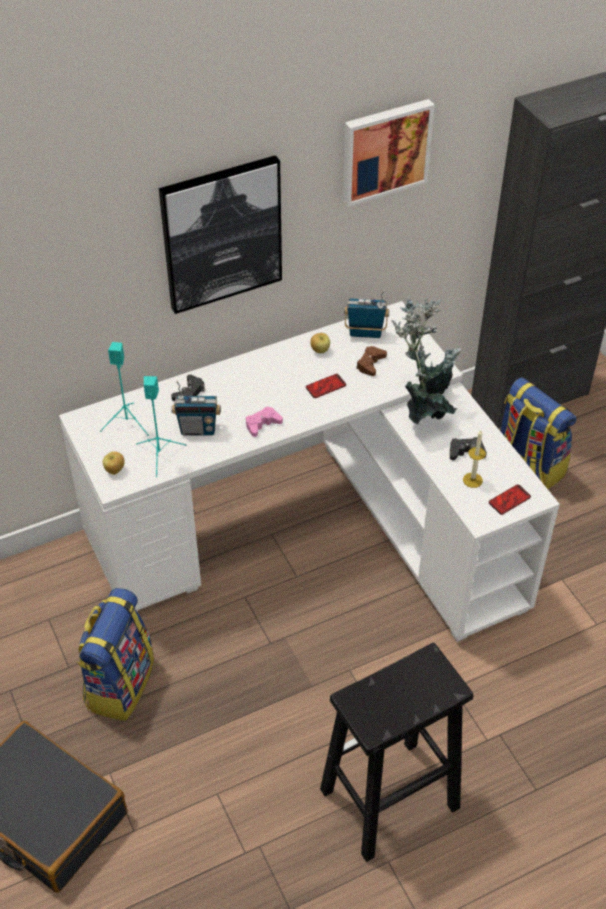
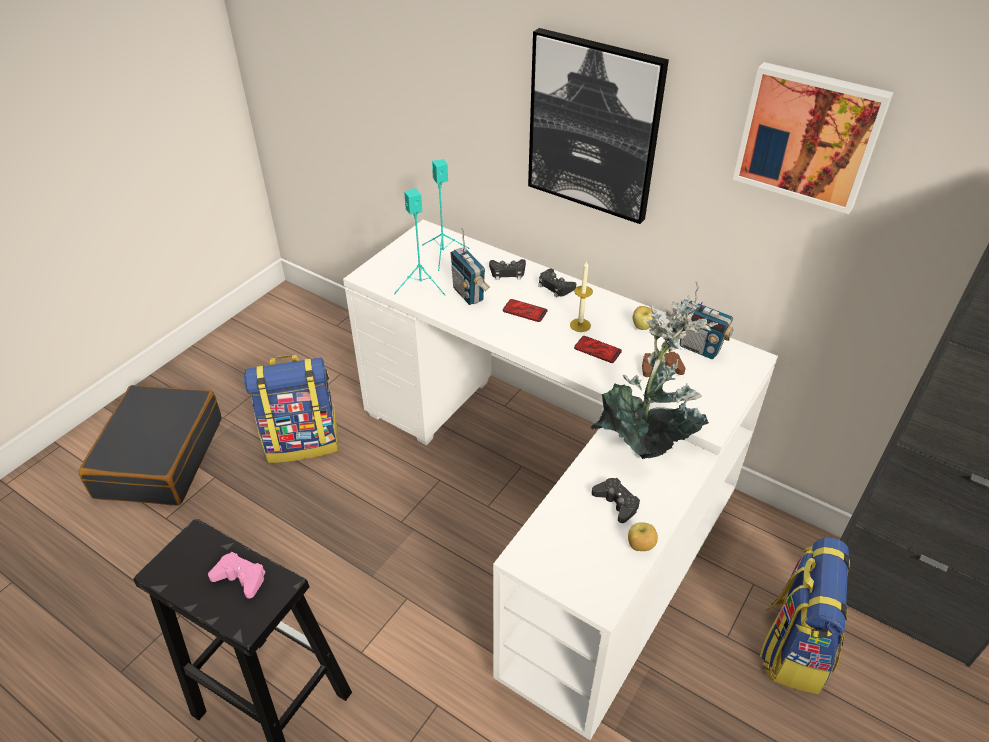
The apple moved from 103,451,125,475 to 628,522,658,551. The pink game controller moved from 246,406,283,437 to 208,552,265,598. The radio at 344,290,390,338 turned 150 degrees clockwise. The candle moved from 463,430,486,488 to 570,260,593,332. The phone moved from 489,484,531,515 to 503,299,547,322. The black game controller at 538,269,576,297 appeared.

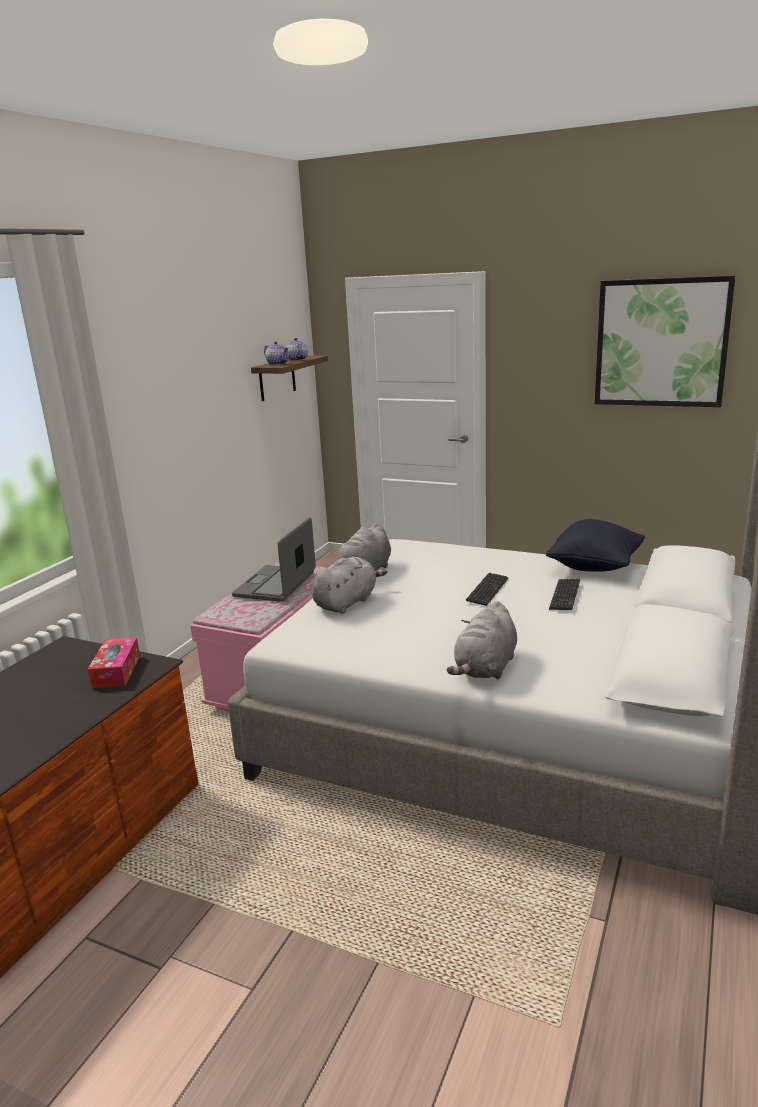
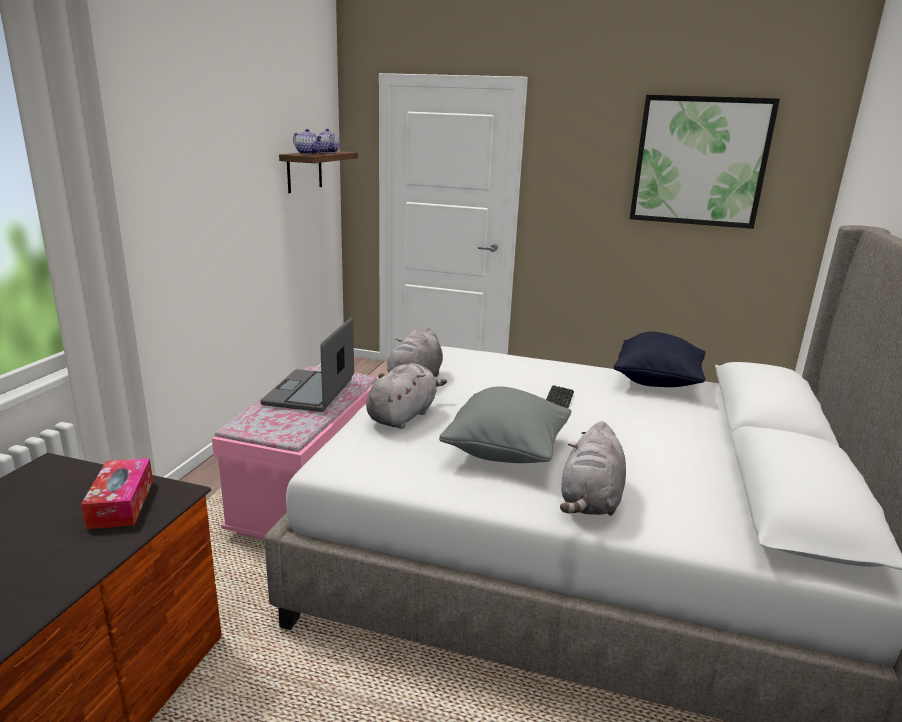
The keyboard at 549,579,580,610 disappeared. The grey pillow at 439,386,571,463 appeared.

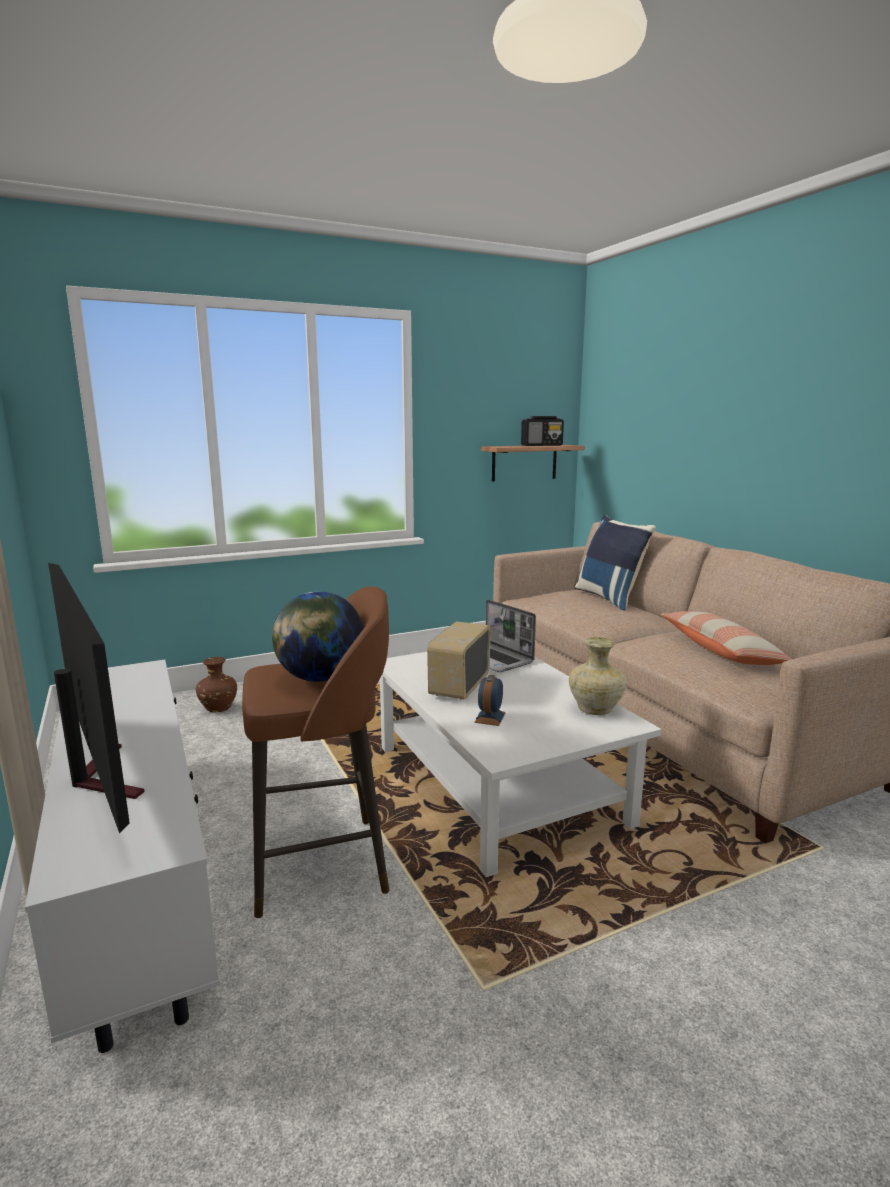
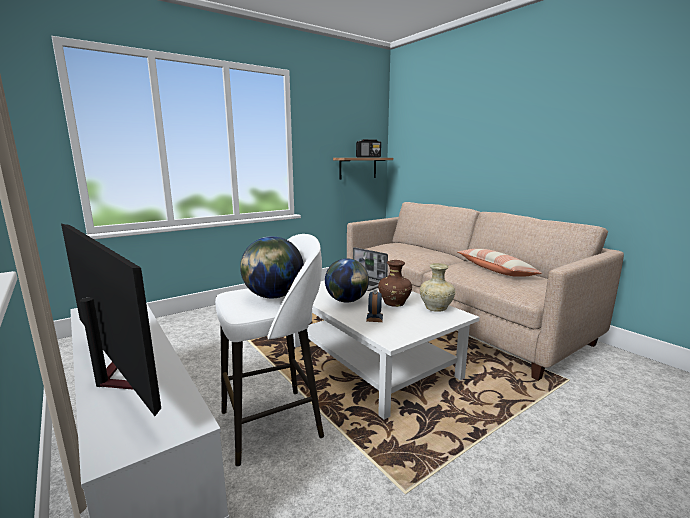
The brown vase moved from 196,657,237,712 to 378,260,412,307. The brown stool at 242,586,389,918 became the white stool at 215,234,324,466. The radio at 427,621,491,700 was replaced by the globe at 325,258,369,303. The blue pillow at 575,515,656,611 disappeared.

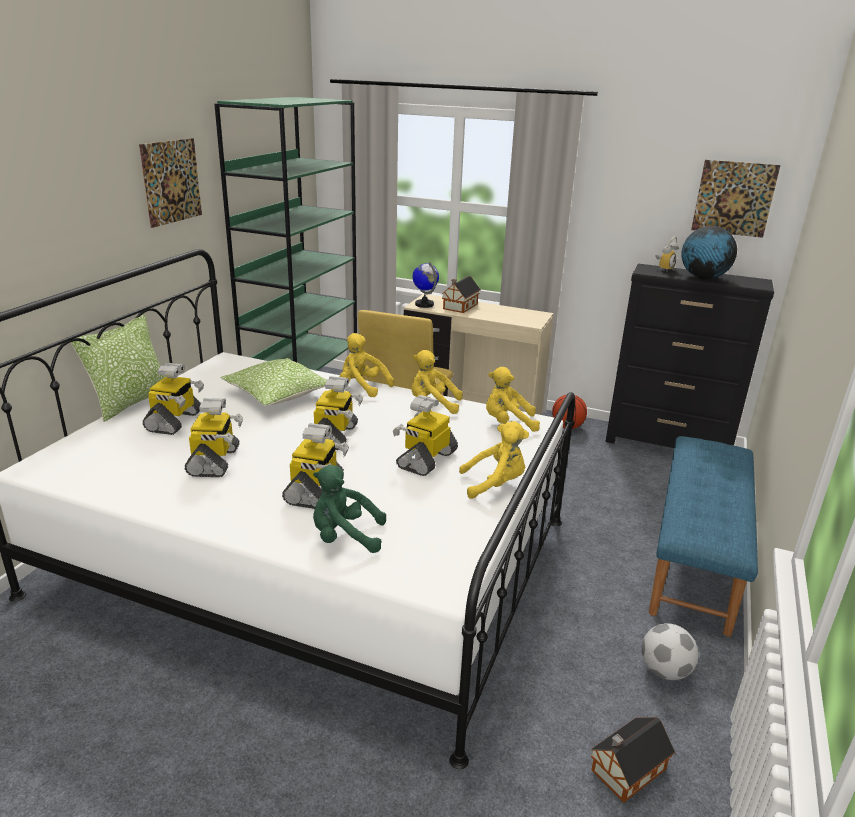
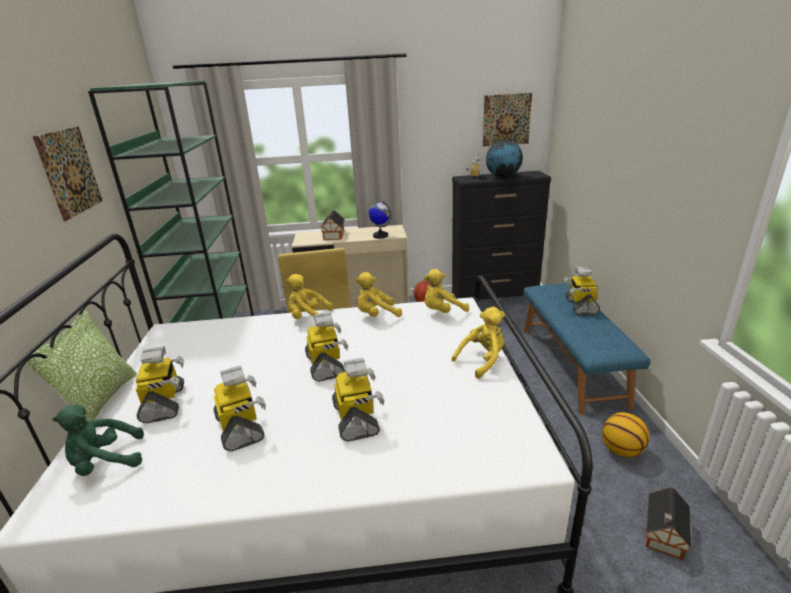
The pillow at 221,358,327,406 disappeared. The green plush toy moved from 313,465,386,553 to 52,404,144,476. The toy robot moved from 393,395,458,476 to 563,267,600,315. The globe moved from 412,262,439,308 to 369,201,392,239. The football at 642,623,698,680 was replaced by the basketball at 602,412,649,457.

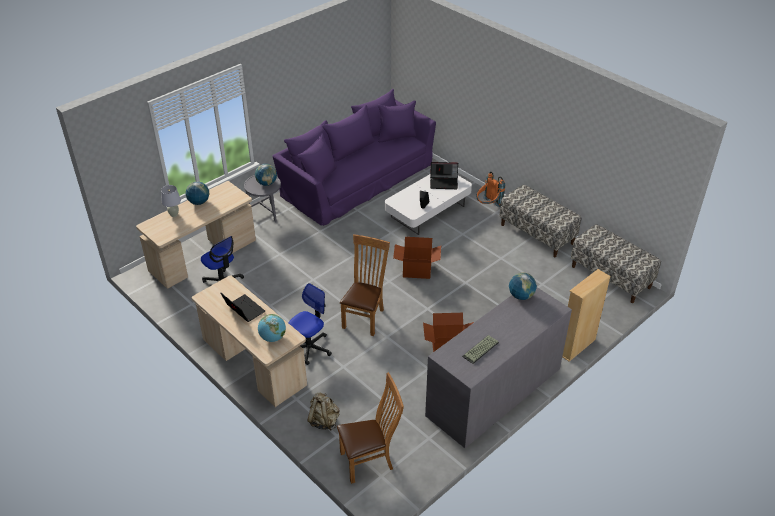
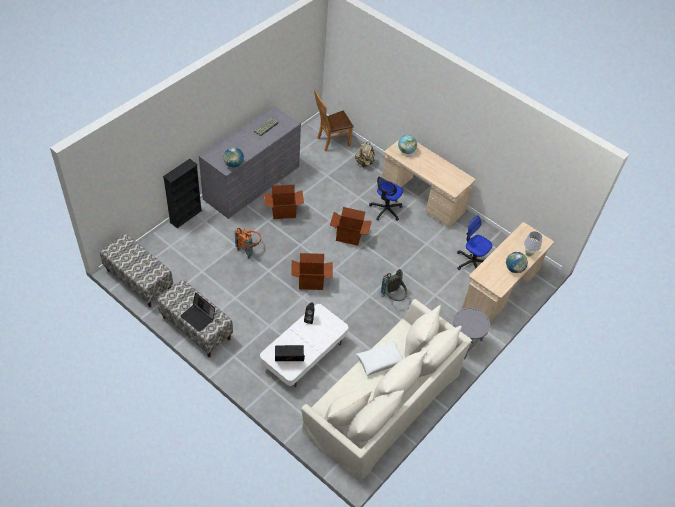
The laptop moved from 220,292,265,322 to 180,292,215,332. The globe at 255,164,277,186 disappeared. The purple sofa at 272,89,436,226 became the beige sofa at 301,299,472,480. The brown chair at 340,234,390,336 was replaced by the cardboard box at 330,207,372,246. The orange backpack moved from 476,172,505,207 to 235,228,261,258. The beige bookcase at 562,269,611,362 became the black bookcase at 163,159,202,228. The white pillow at 356,341,403,376 appeared. The grey backpack at 379,269,407,301 appeared.

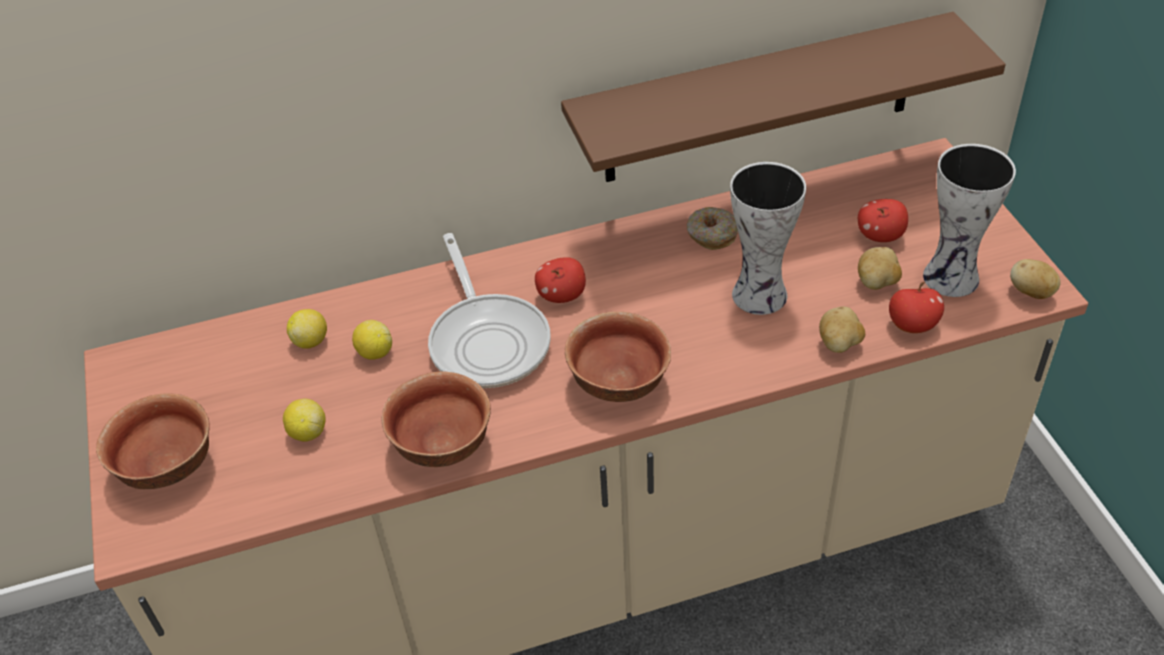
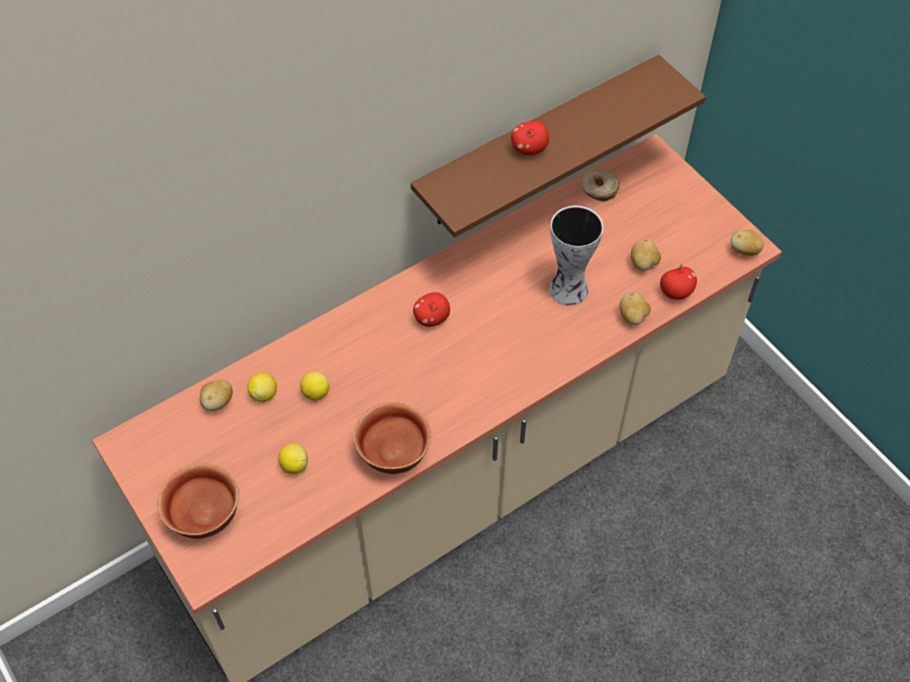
The frying pan at 428,233,551,388 disappeared. The bowl at 565,312,671,402 disappeared. The donut moved from 687,207,738,250 to 582,170,620,202. The apple moved from 858,199,908,242 to 511,121,549,155. The vase at 923,144,1016,297 disappeared. The potato at 200,379,233,411 appeared.

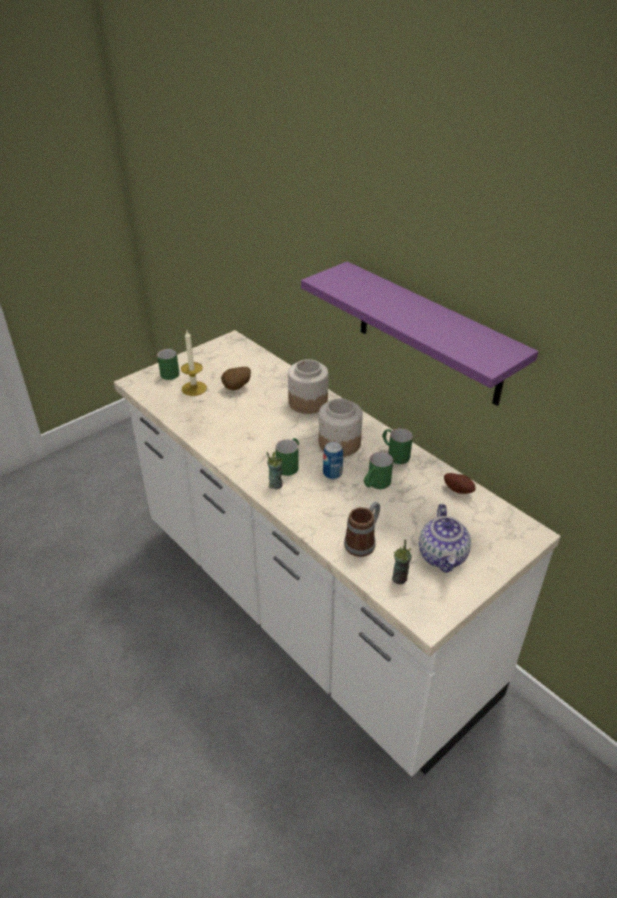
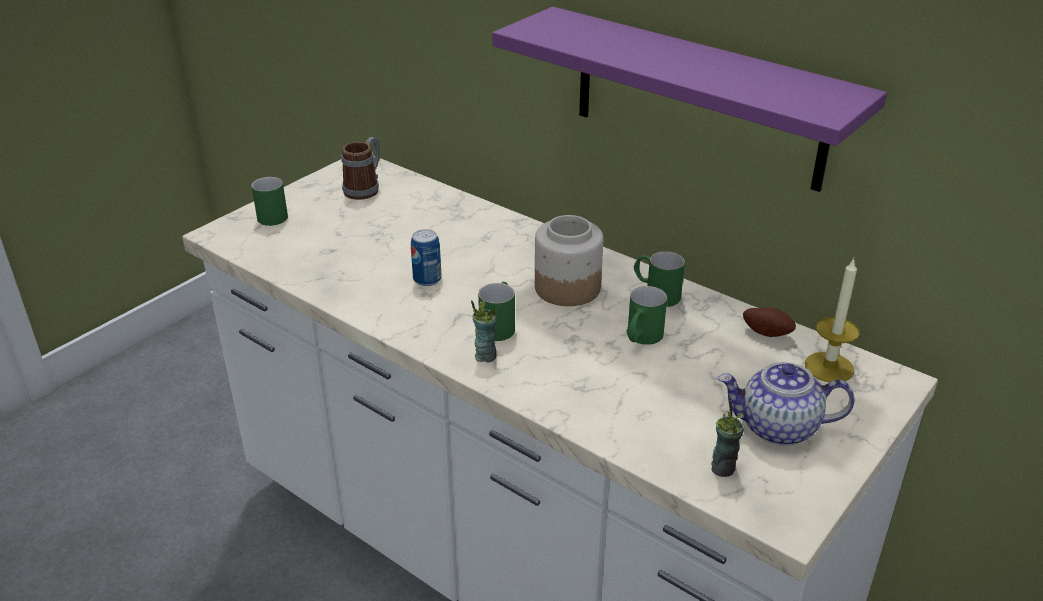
The candle moved from 181,331,207,396 to 805,258,860,382. The potato at 221,367,251,390 disappeared. The jar at 288,359,328,414 disappeared. The can moved from 323,442,343,479 to 411,229,442,286. The mug moved from 344,502,380,557 to 341,137,380,200. The teapot at 419,504,471,573 turned 105 degrees clockwise.

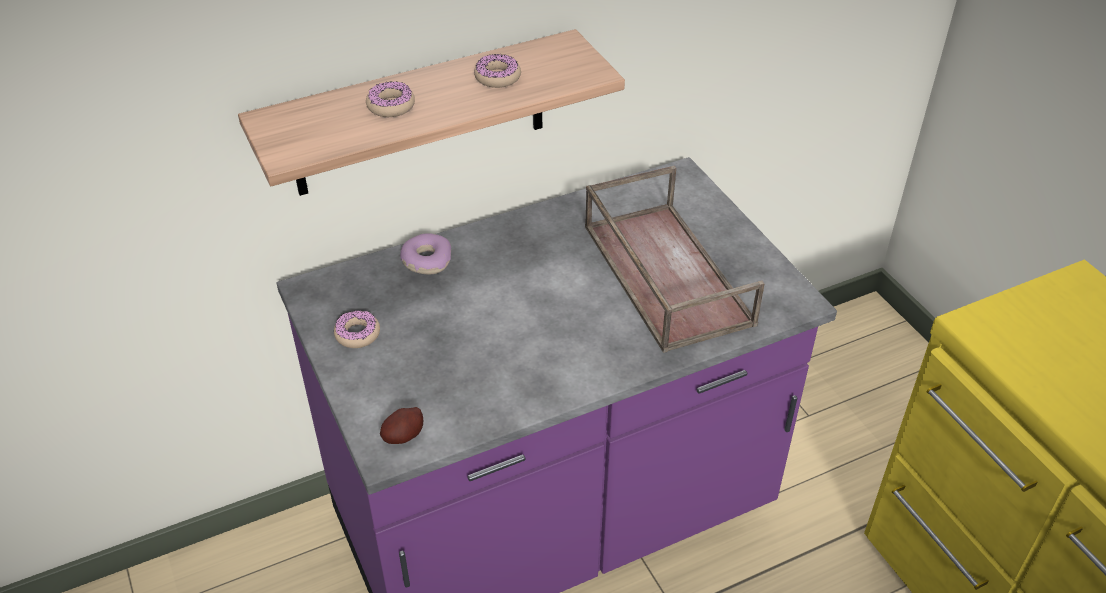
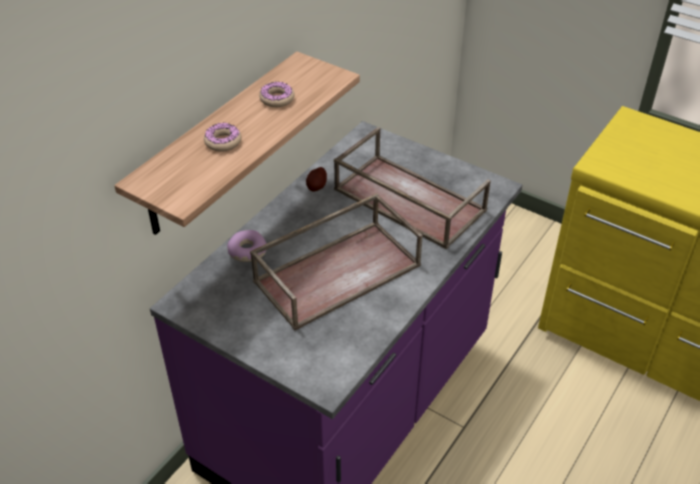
The donut at 334,310,380,348 disappeared. The potato moved from 380,407,423,444 to 306,167,327,191. The brown tray at 250,193,423,331 appeared.

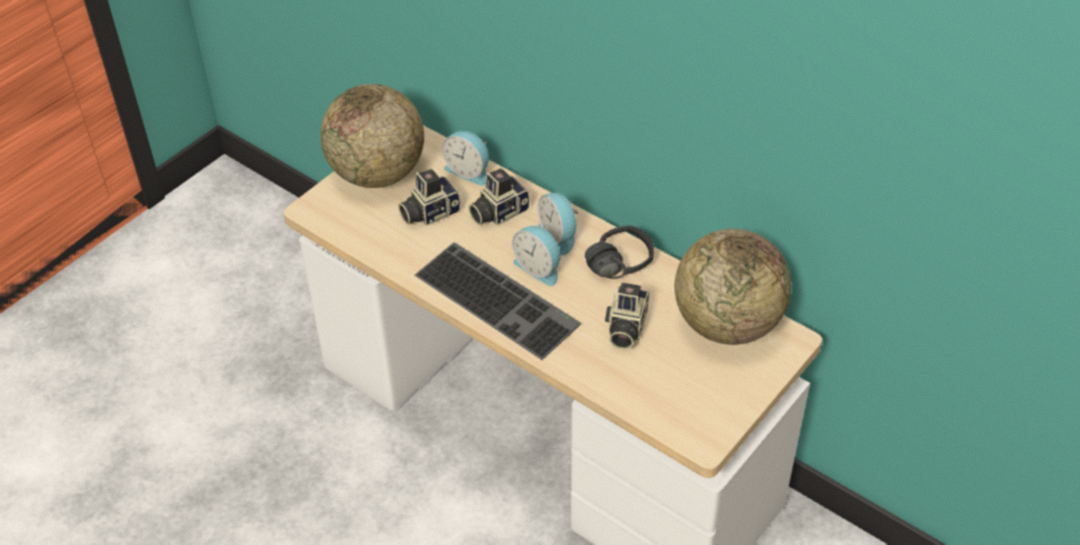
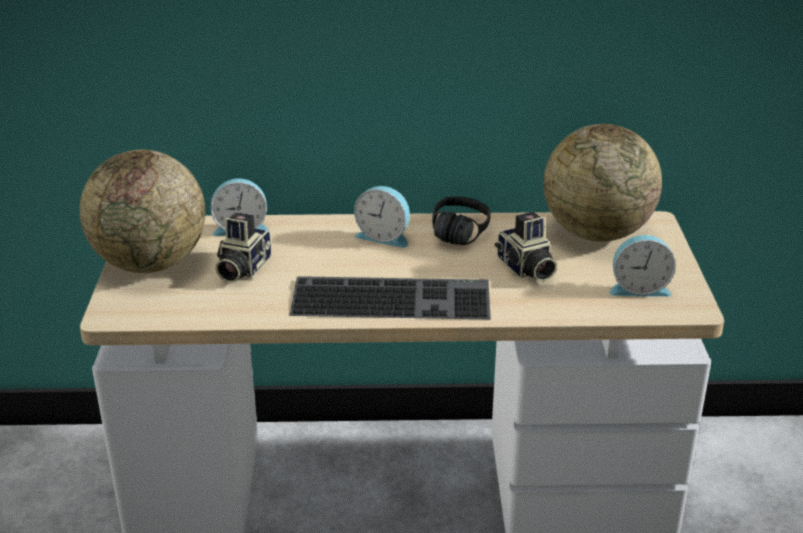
The photo camera at 469,168,530,225 disappeared. The alarm clock moved from 512,226,561,286 to 610,235,676,297.

